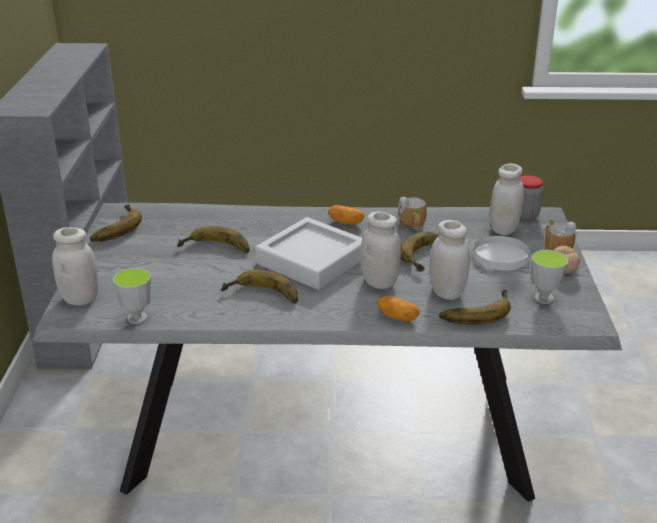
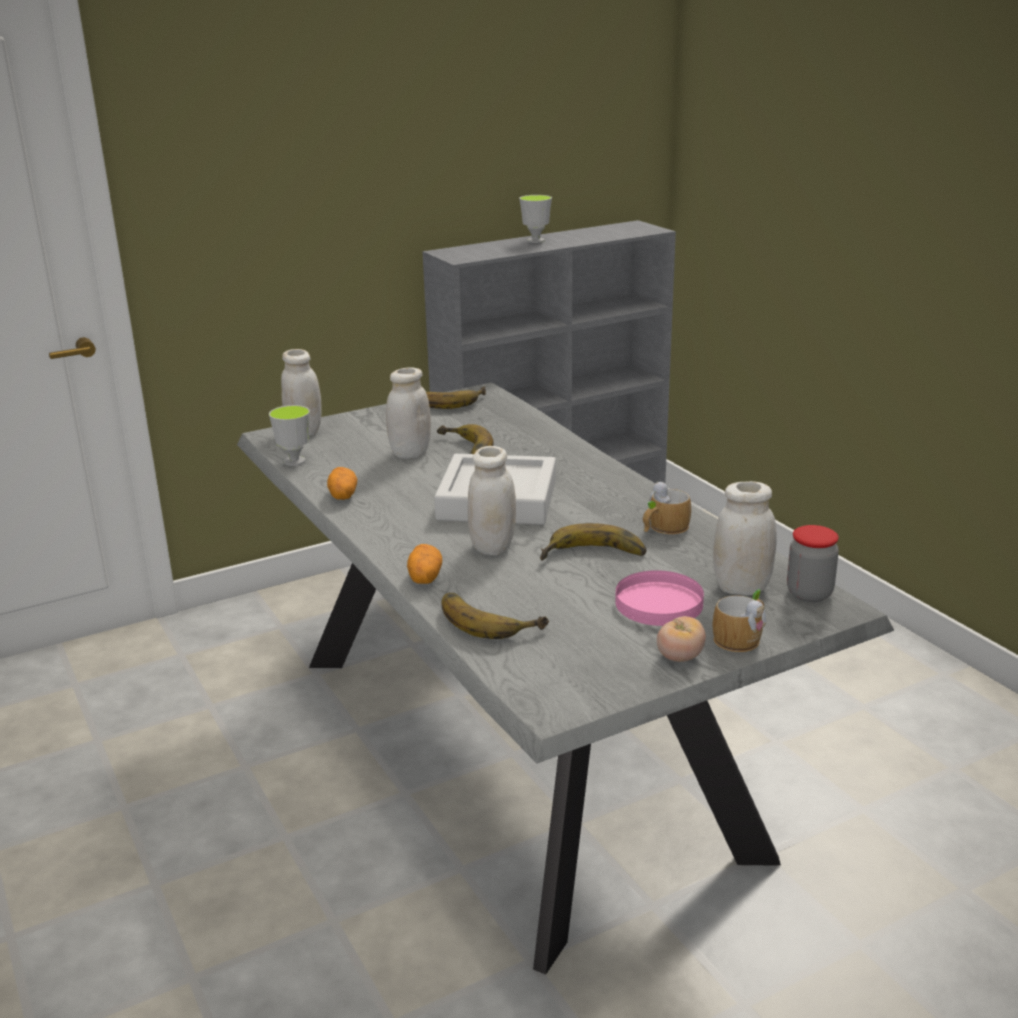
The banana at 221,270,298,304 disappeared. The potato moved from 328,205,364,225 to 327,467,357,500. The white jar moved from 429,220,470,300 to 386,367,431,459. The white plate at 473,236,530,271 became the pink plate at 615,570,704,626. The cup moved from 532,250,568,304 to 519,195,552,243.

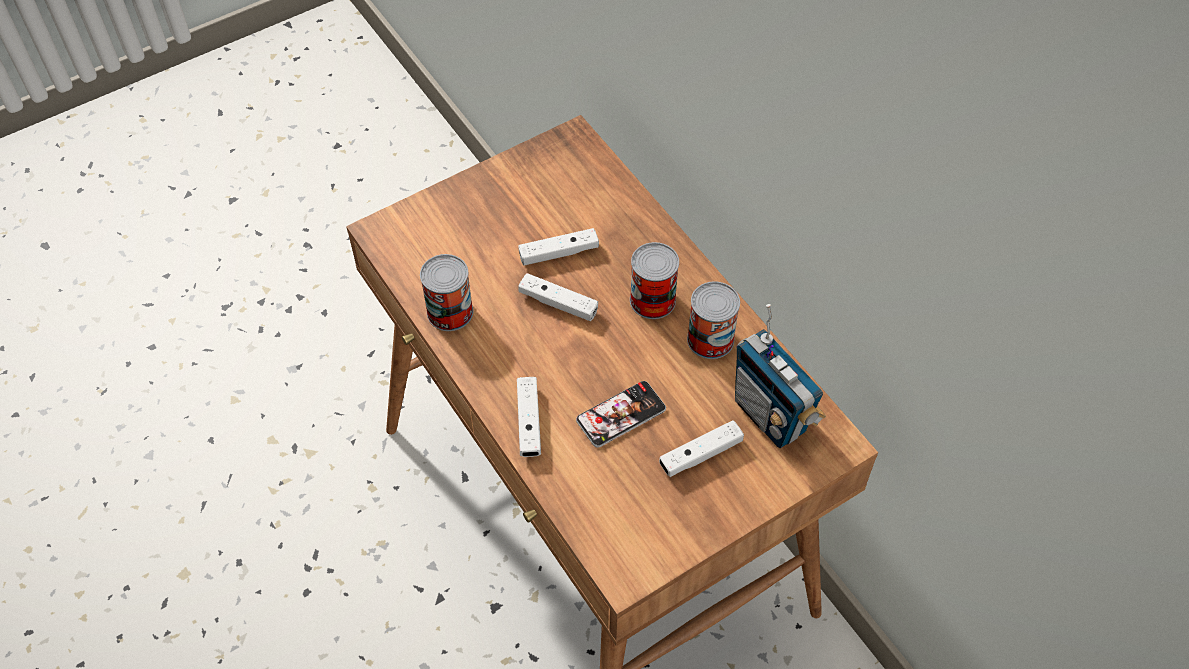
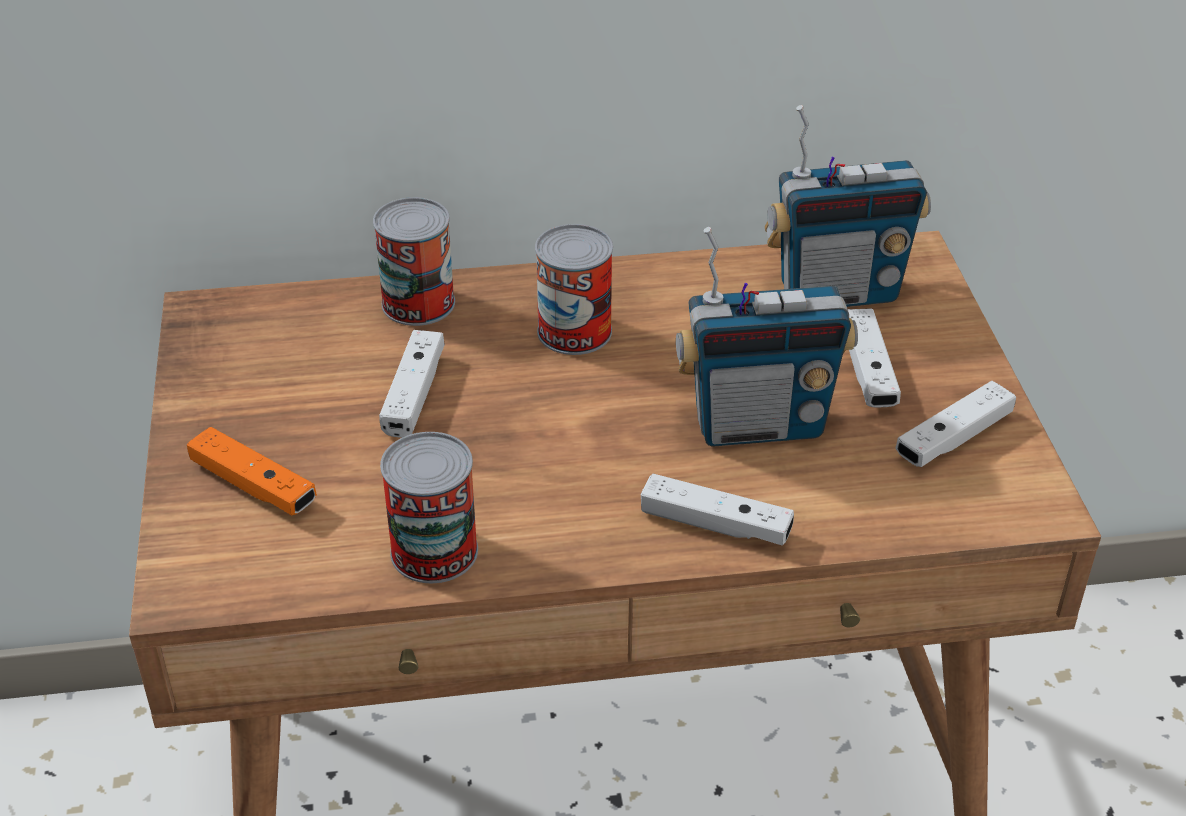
The white game controller moved from 518,273,598,321 to 895,381,1016,467. The phone at 576,381,666,447 was replaced by the radio at 676,227,858,446. The can moved from 687,281,740,359 to 373,197,455,326. The orange game controller at 187,427,317,515 appeared.

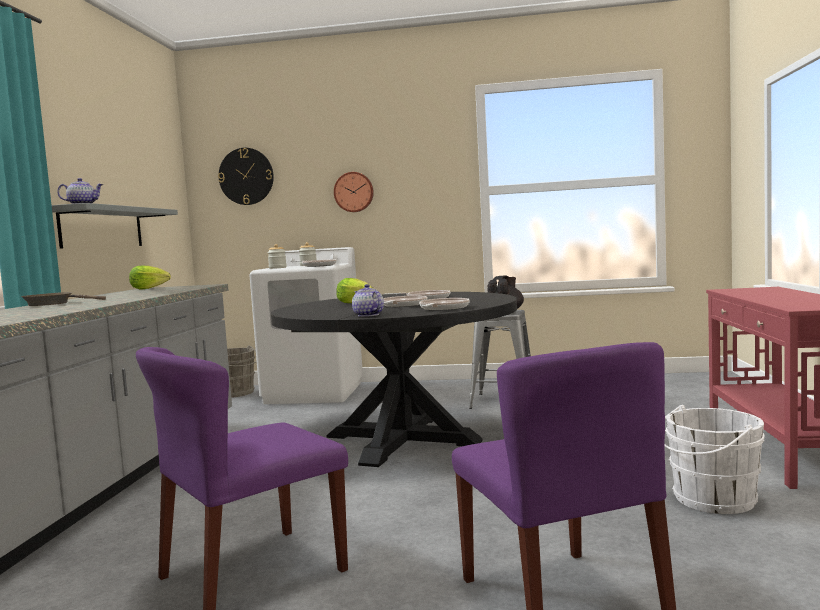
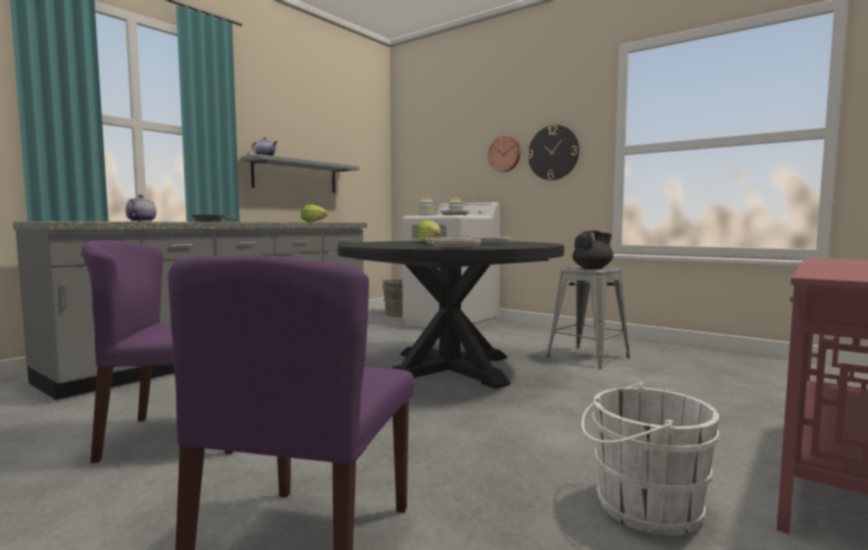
The wall clock moved from 218,148,274,205 to 528,125,579,180. The teapot moved from 352,284,384,317 to 125,195,157,221.

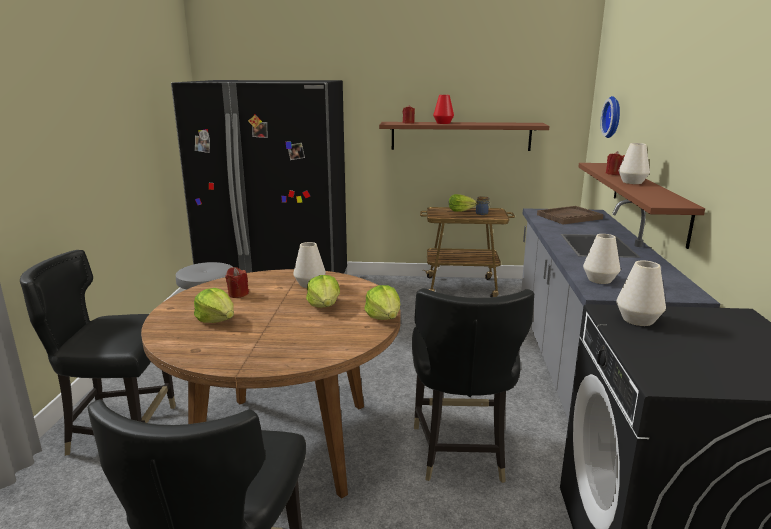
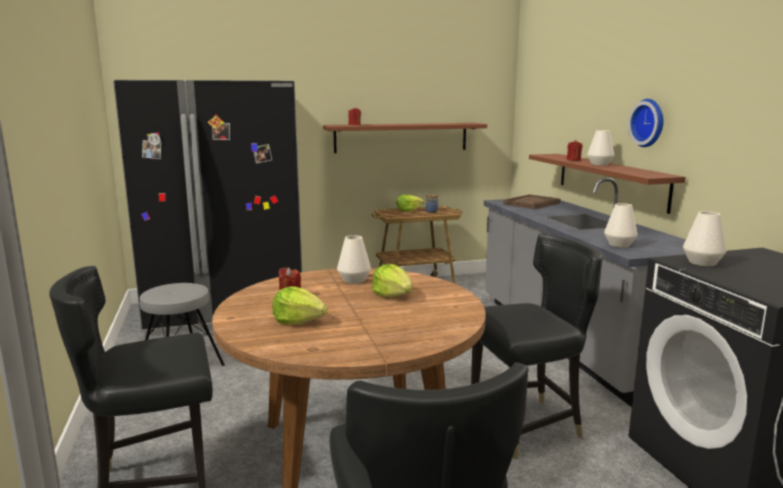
The lettuce at 364,285,400,320 disappeared. The black chair at 412,288,534,483 turned 90 degrees counterclockwise. The red vase at 433,95,454,124 disappeared. The wall clock moved from 601,96,620,138 to 628,99,664,147.

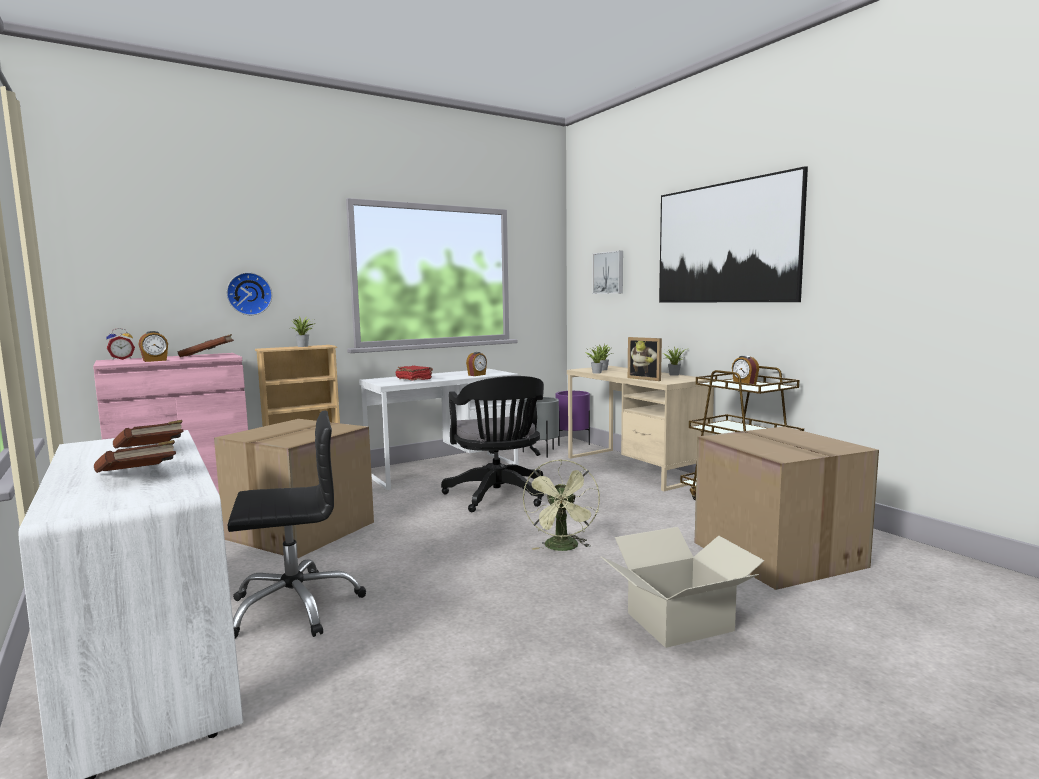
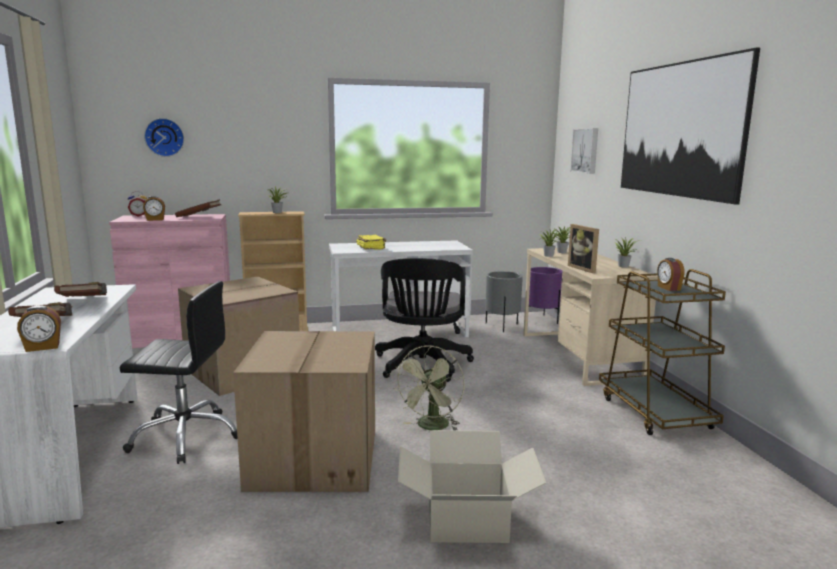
The wall clock moved from 226,272,272,315 to 144,118,184,157. The red book at 396,365,433,381 became the yellow book at 356,235,386,250. The alarm clock moved from 466,352,487,376 to 17,305,61,352. The cardboard box moved from 695,426,879,590 to 233,331,375,492.

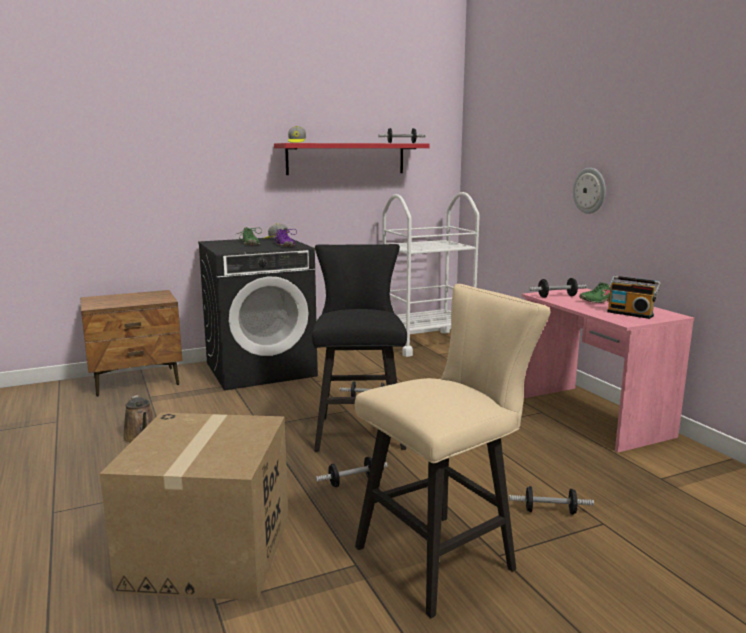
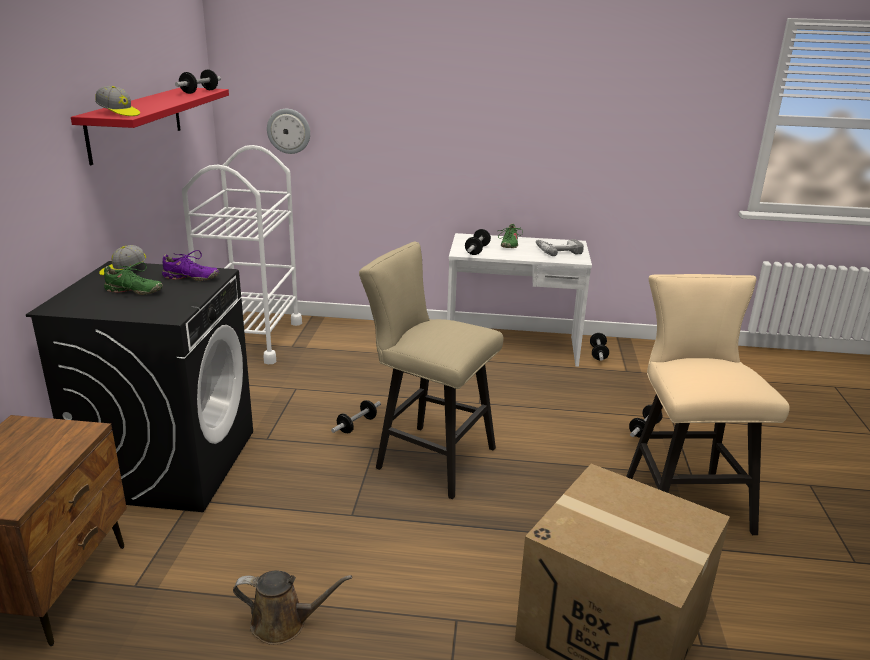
The black stool at 312,244,407,452 became the beige stool at 359,242,503,499. The dumbbell moved from 315,457,388,487 to 590,333,609,360. The pink desk at 522,288,694,453 became the white desk at 447,233,592,367. The wall clock moved from 573,168,606,214 to 267,109,310,154. The radio at 607,276,661,319 was replaced by the power drill at 536,239,584,256.

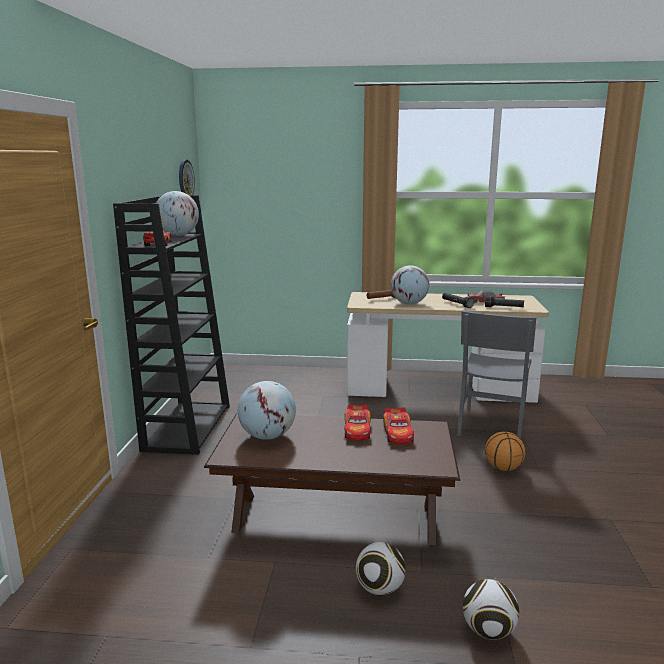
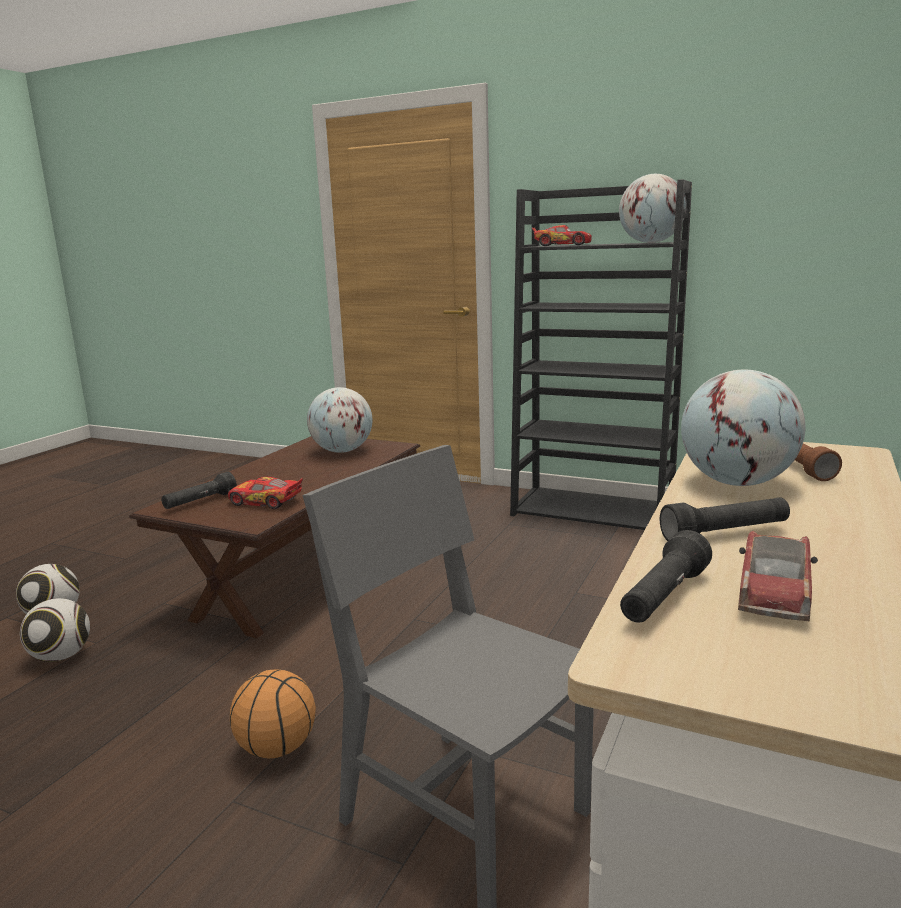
The wall clock at 179,160,195,195 disappeared. The toy car at 344,404,371,440 disappeared. The football moved from 356,542,406,596 to 20,598,90,662. The black flashlight at 162,472,237,509 appeared.

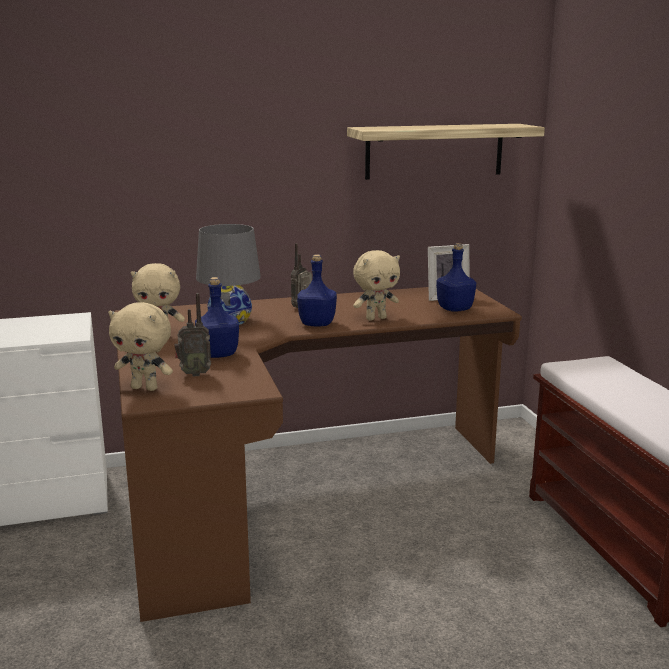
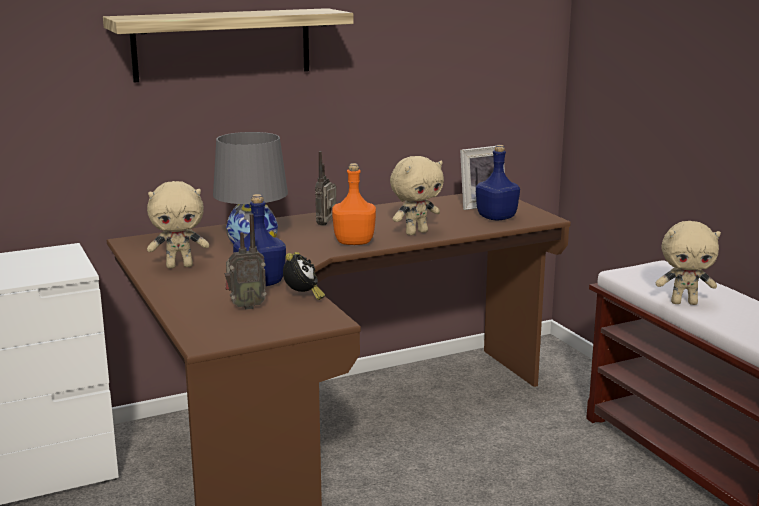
The beige plush toy moved from 108,302,173,391 to 656,221,721,305. The blue bottle at 297,254,337,326 became the orange bottle at 332,163,376,245. The shelf moved from 347,124,545,180 to 103,8,354,83. The alarm clock at 283,252,325,300 appeared.

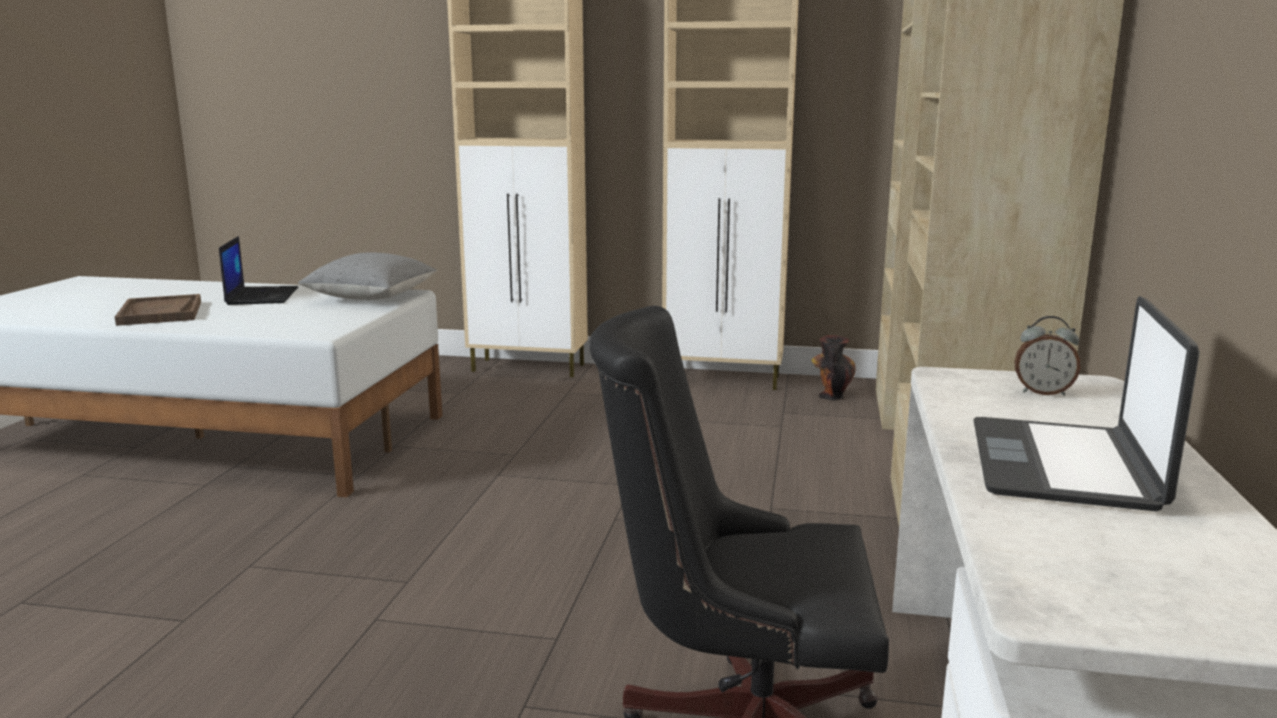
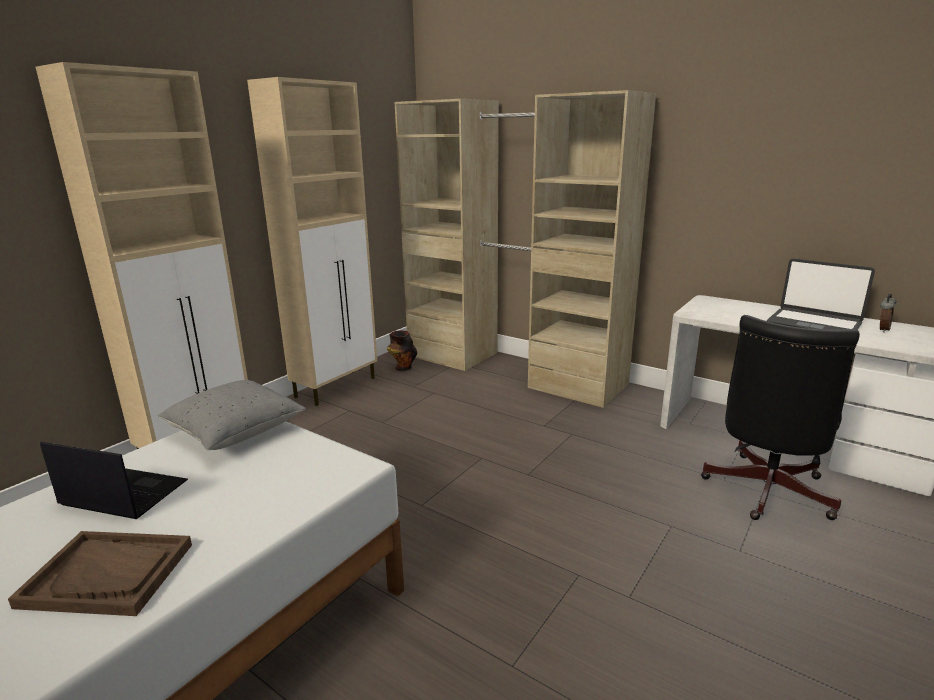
The alarm clock moved from 1015,316,1080,396 to 880,294,897,332.

